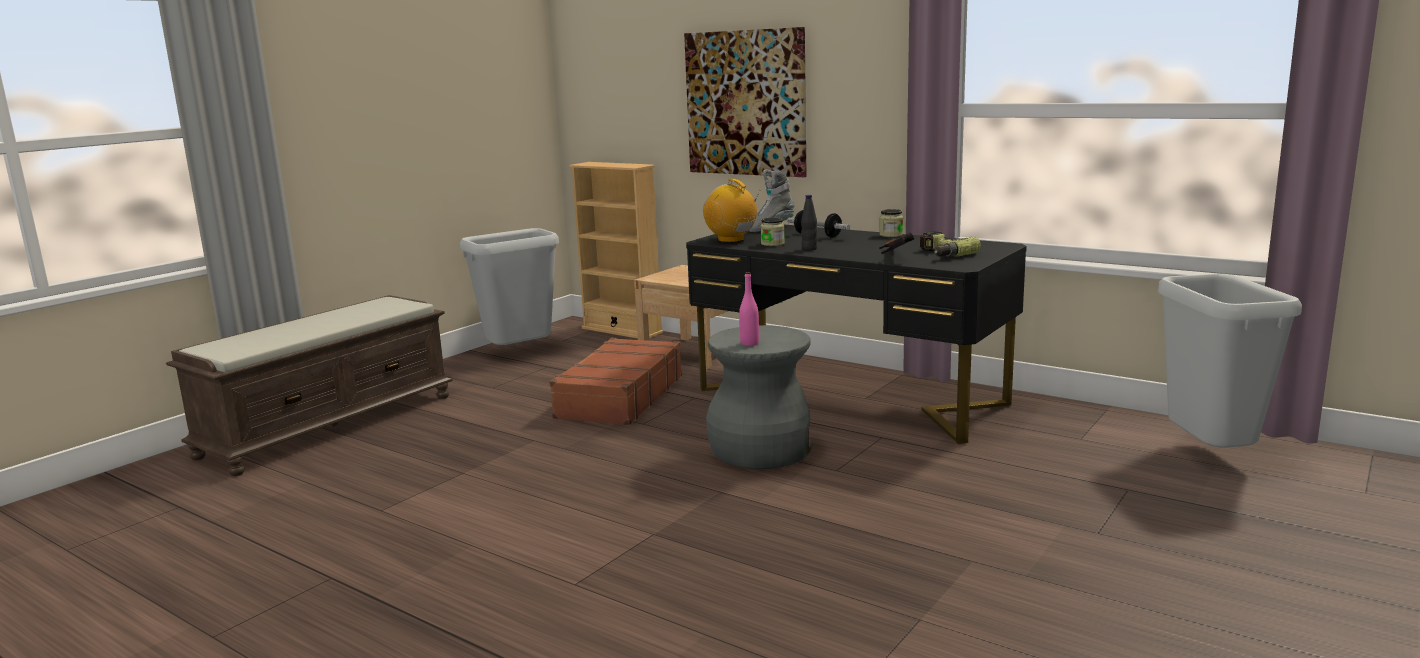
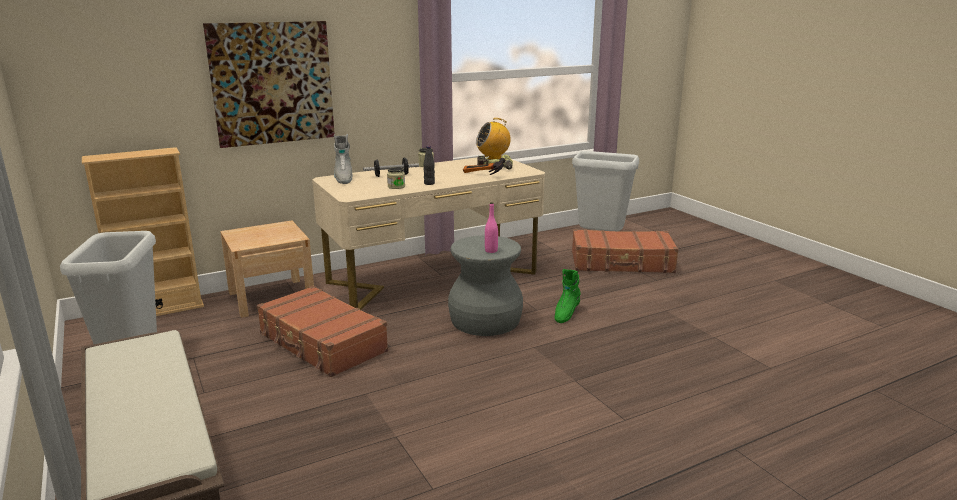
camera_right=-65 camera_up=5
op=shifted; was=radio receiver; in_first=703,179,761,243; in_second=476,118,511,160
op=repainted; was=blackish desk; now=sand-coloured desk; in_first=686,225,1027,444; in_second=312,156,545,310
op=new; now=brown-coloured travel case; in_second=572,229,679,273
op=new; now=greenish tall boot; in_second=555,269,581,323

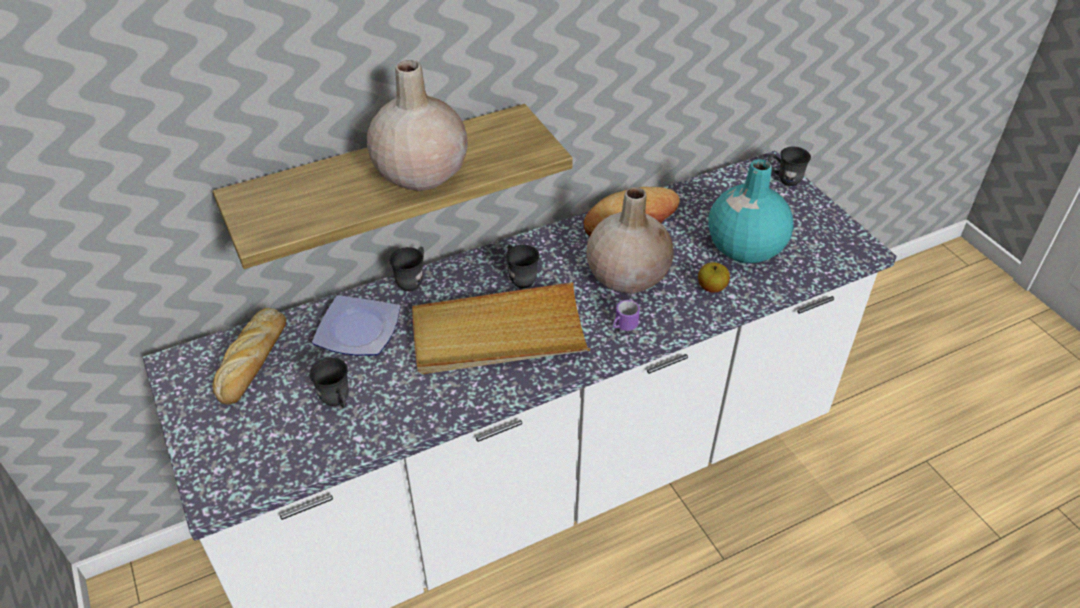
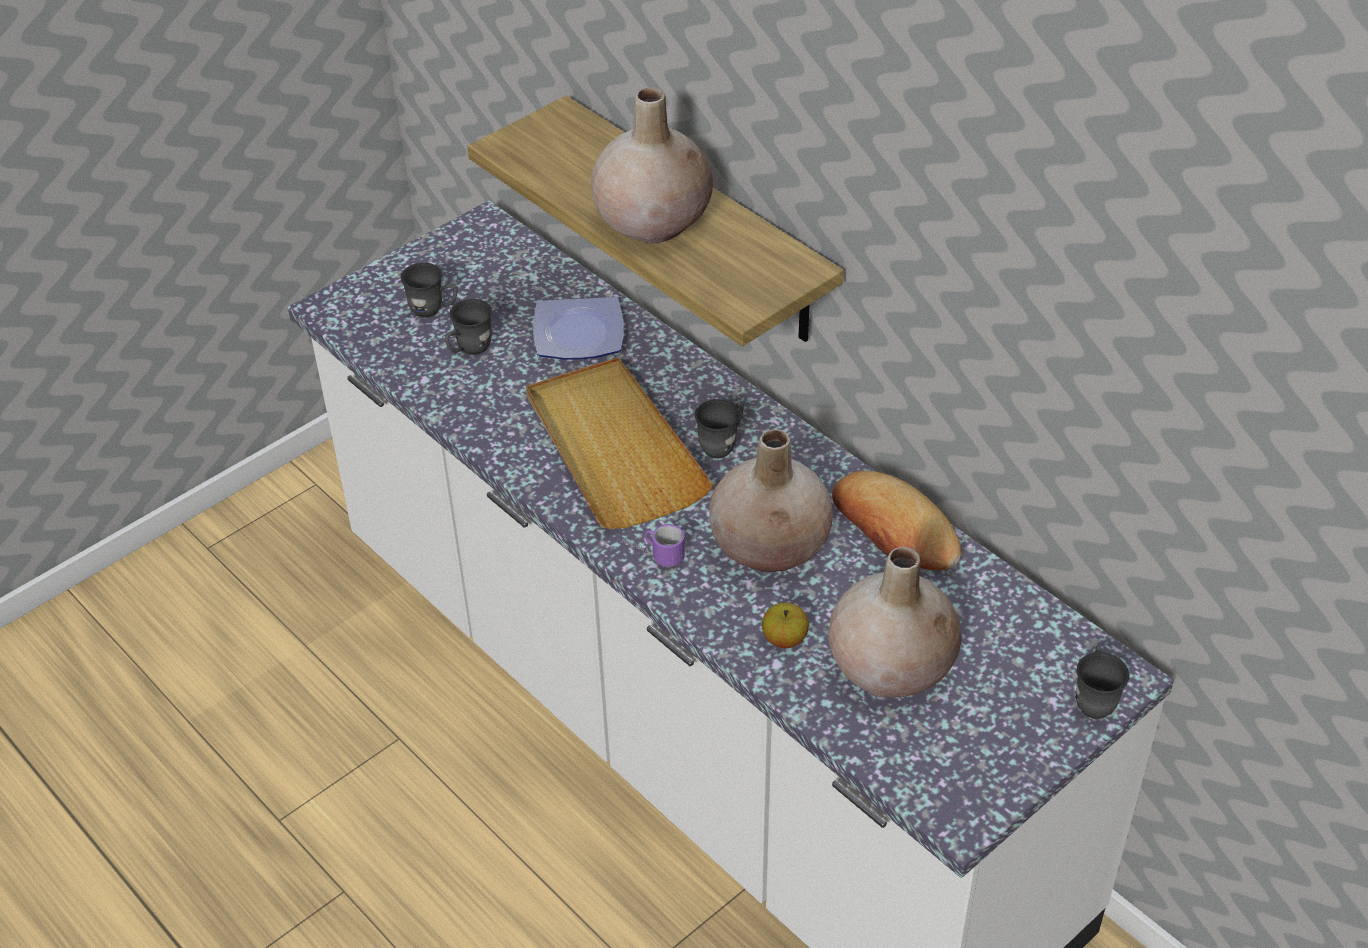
camera_right=75 camera_up=0
op=repainted; was=blue-green decorative vase; now=sand-coloured decorative vase; in_first=708,159,793,263; in_second=828,547,962,697
op=shifted; was=grey mug; in_first=389,247,424,291; in_second=400,263,457,318
op=gone; was=bread; in_first=213,308,286,405

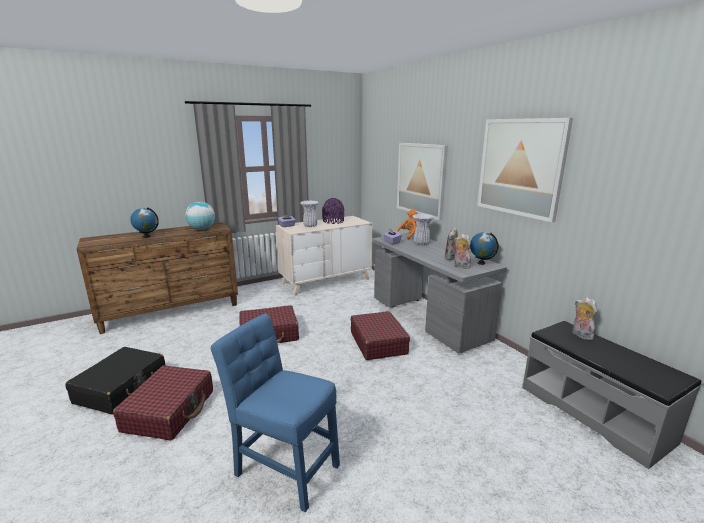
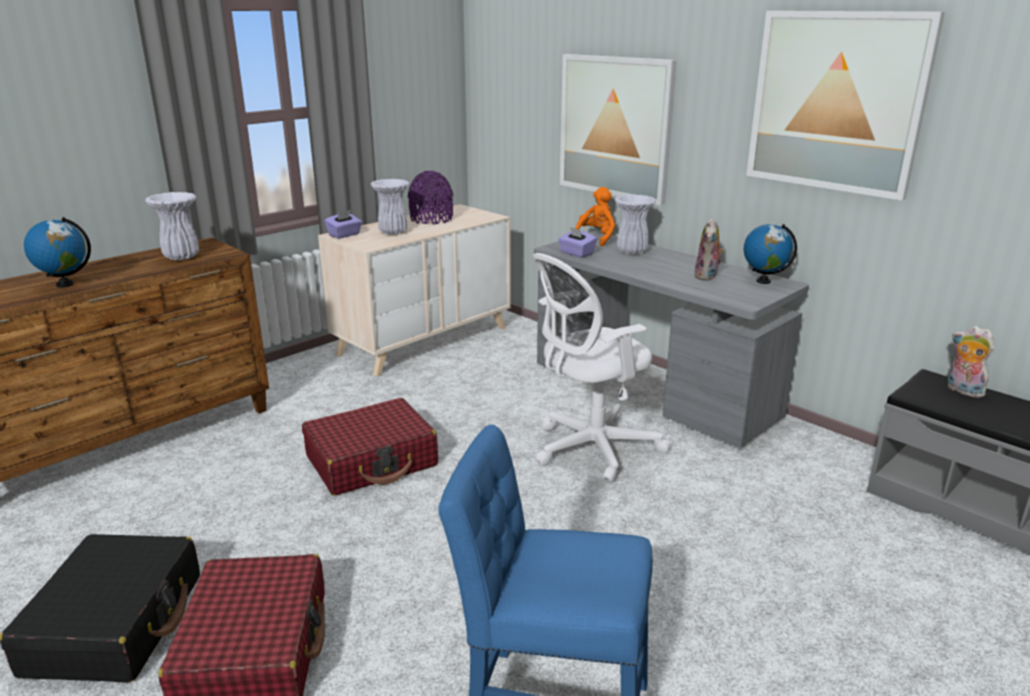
camera_right=-15 camera_up=5
op=swapped; was=world globe; now=white decorative vase; in_first=185,202,215,230; in_second=145,192,199,260
op=gone; was=soft toy; in_first=454,234,471,269
op=swapped; was=reddish travel case; now=white computer chair; in_first=351,311,410,360; in_second=532,253,671,483

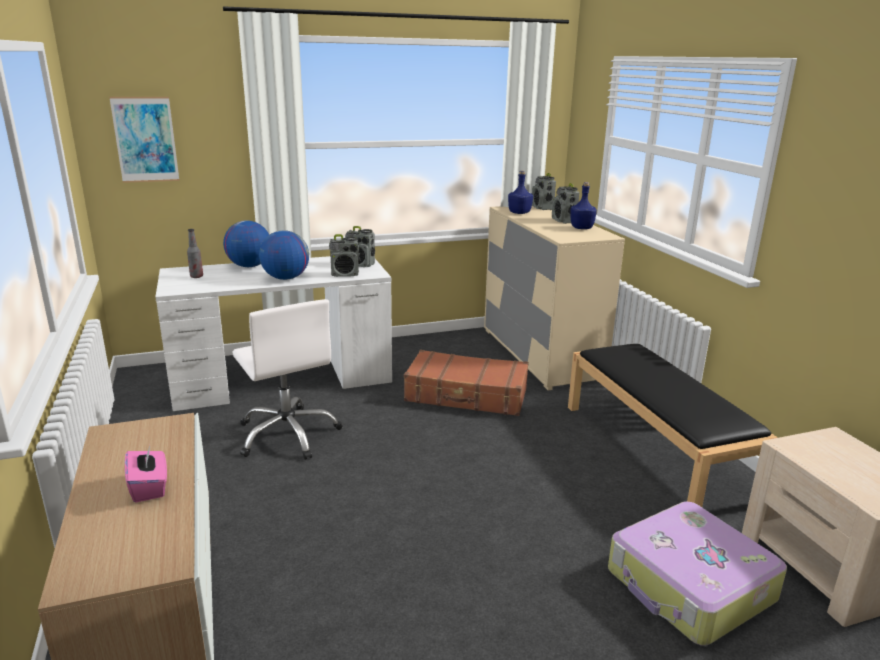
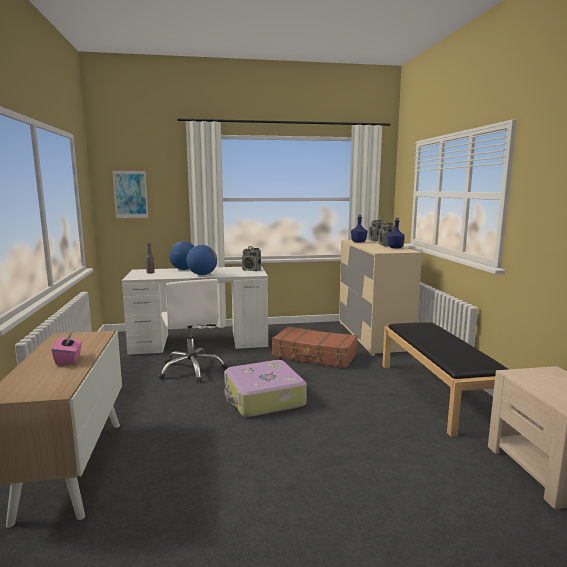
camera_right=10 camera_up=-10
op=gone; was=radio receiver; in_first=329,234,360,277
op=shifted; was=travel case; in_first=608,502,787,646; in_second=224,360,307,417

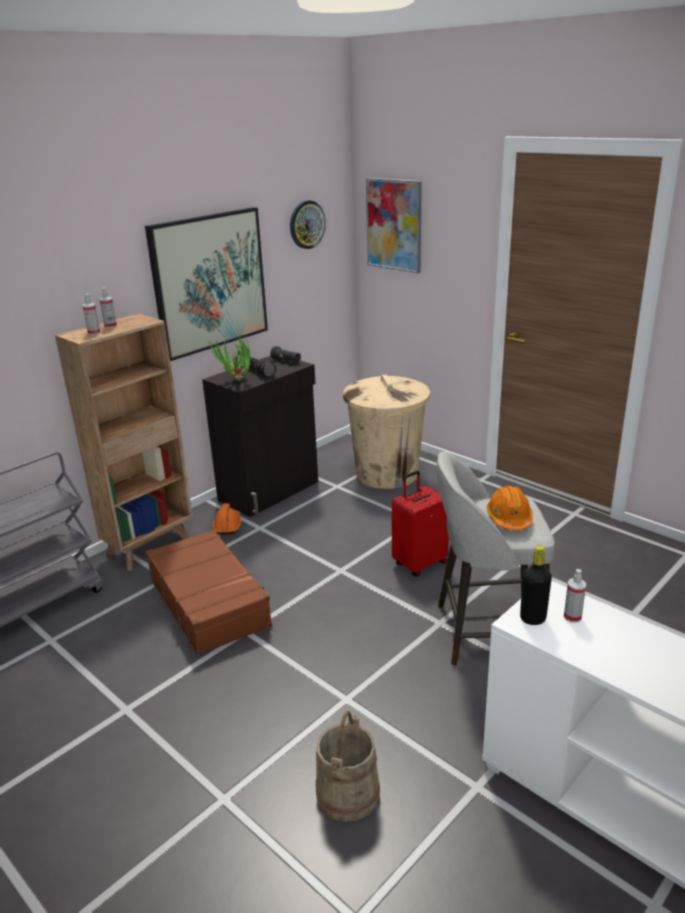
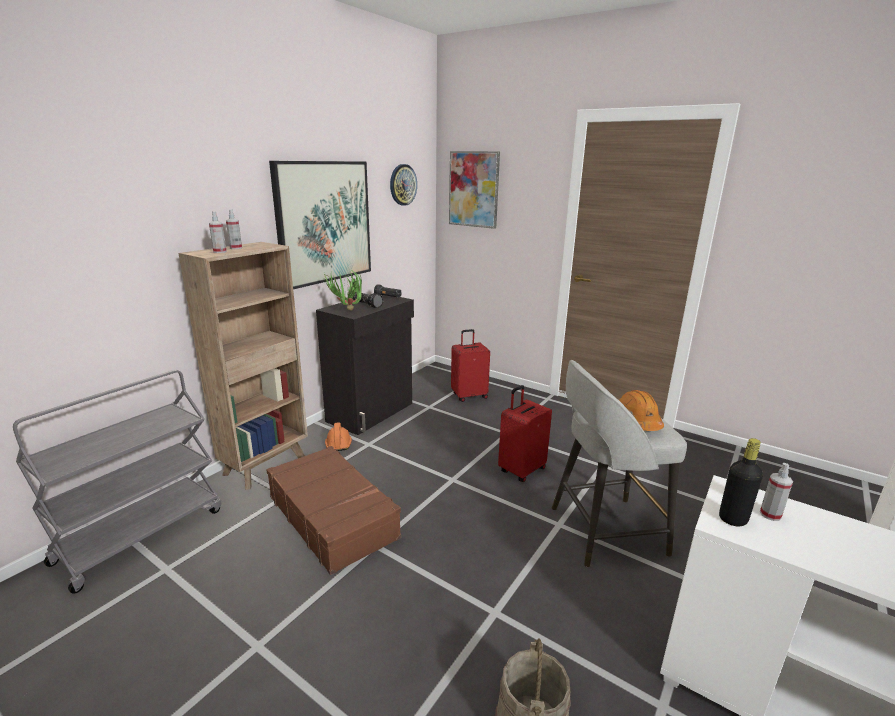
camera_right=-10 camera_up=-5
op=swapped; was=sand-coloured trash can; now=reddish travel case; in_first=343,375,430,489; in_second=451,329,490,402

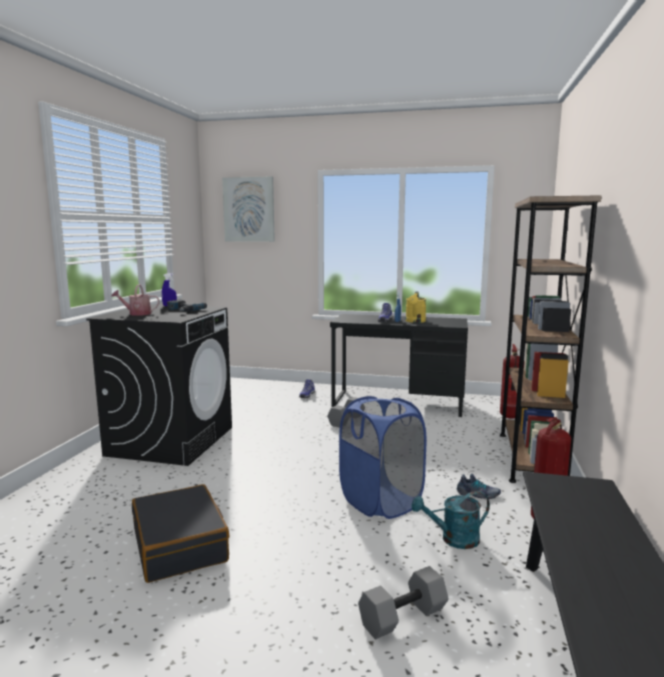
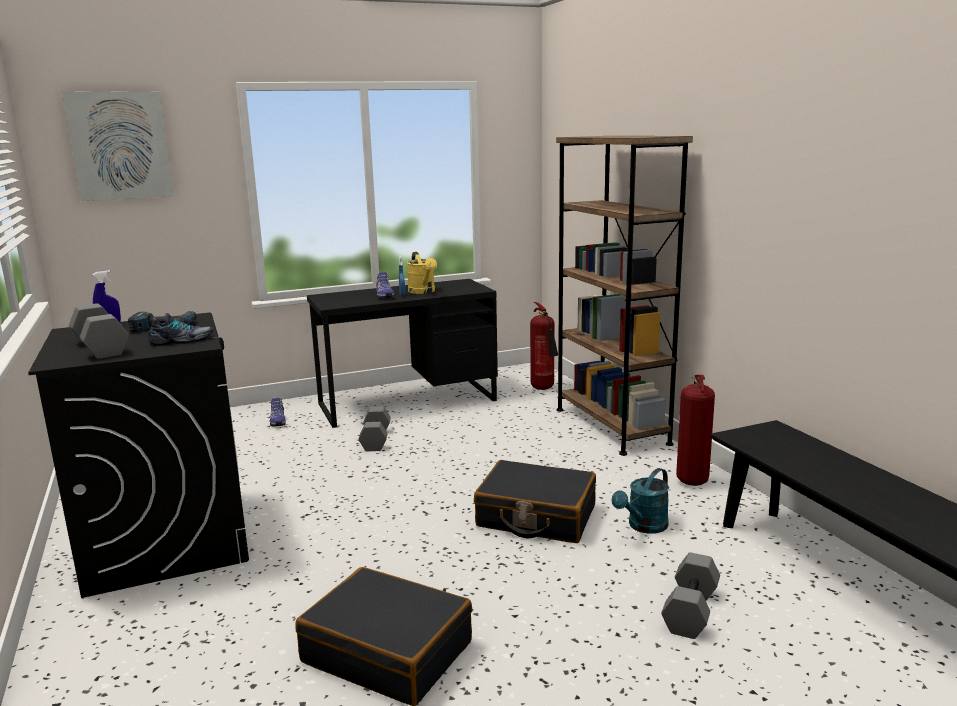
camera_right=-35 camera_up=5
op=swapped; was=sprinkling can; now=grey dumbbell; in_first=111,284,160,316; in_second=69,303,129,359
op=swapped; was=blue washing basket; now=blackish travel case; in_first=339,396,426,519; in_second=474,460,596,543
op=shifted; was=shoe; in_first=457,474,501,499; in_second=148,313,213,346

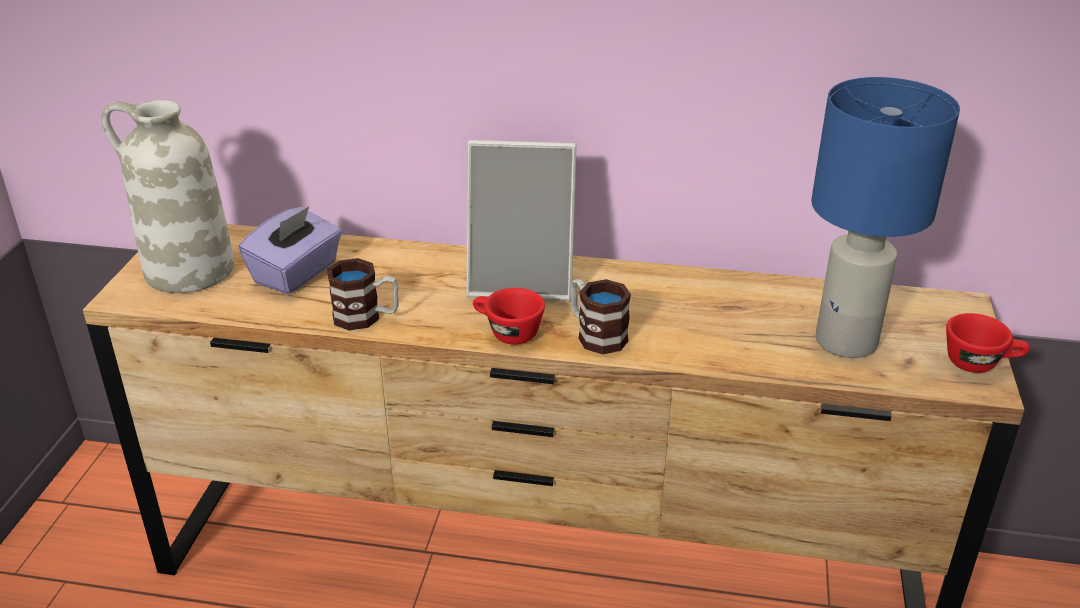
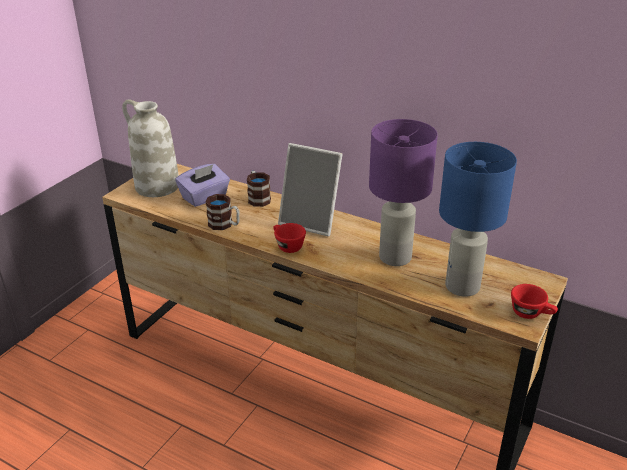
camera_right=20 camera_up=0
op=shifted; was=mug; in_first=571,279,631,354; in_second=247,171,271,207
op=new; now=purple-coloured lamp for a table; in_second=369,119,438,266

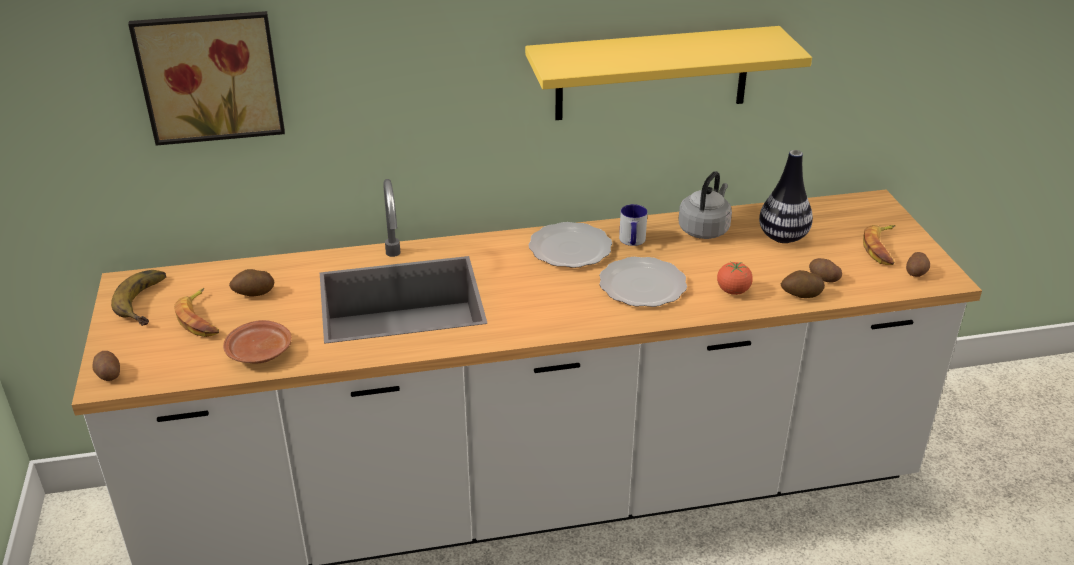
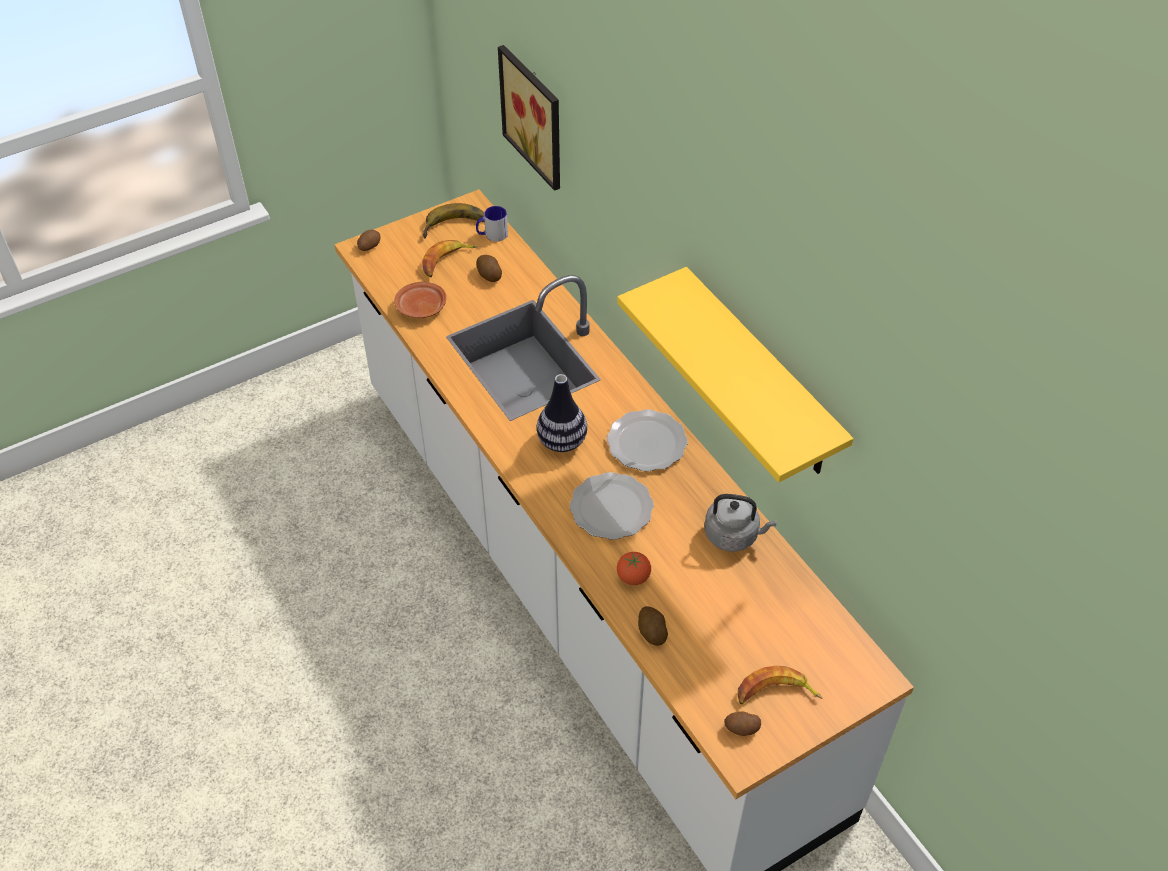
camera_right=70 camera_up=15
op=shifted; was=decorative vase; in_first=759,150,813,243; in_second=537,374,587,452
op=shifted; was=mug; in_first=619,204,647,246; in_second=476,206,508,242
op=gone; was=spud; in_first=809,258,842,282

